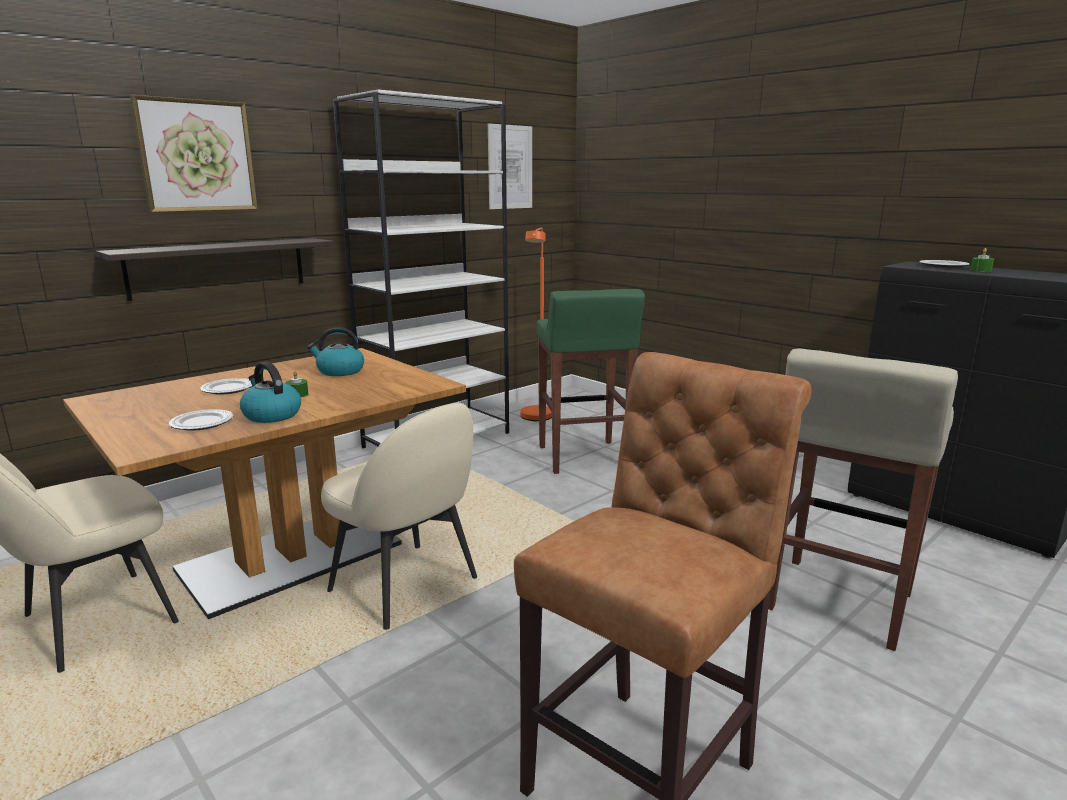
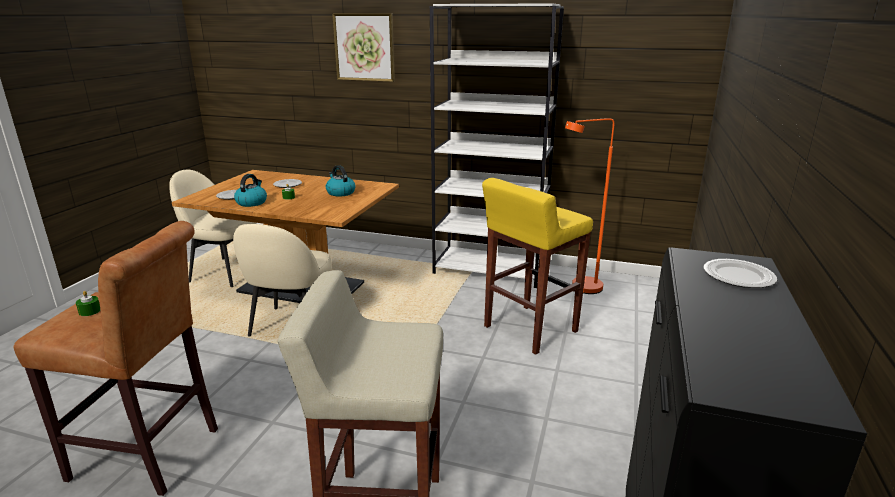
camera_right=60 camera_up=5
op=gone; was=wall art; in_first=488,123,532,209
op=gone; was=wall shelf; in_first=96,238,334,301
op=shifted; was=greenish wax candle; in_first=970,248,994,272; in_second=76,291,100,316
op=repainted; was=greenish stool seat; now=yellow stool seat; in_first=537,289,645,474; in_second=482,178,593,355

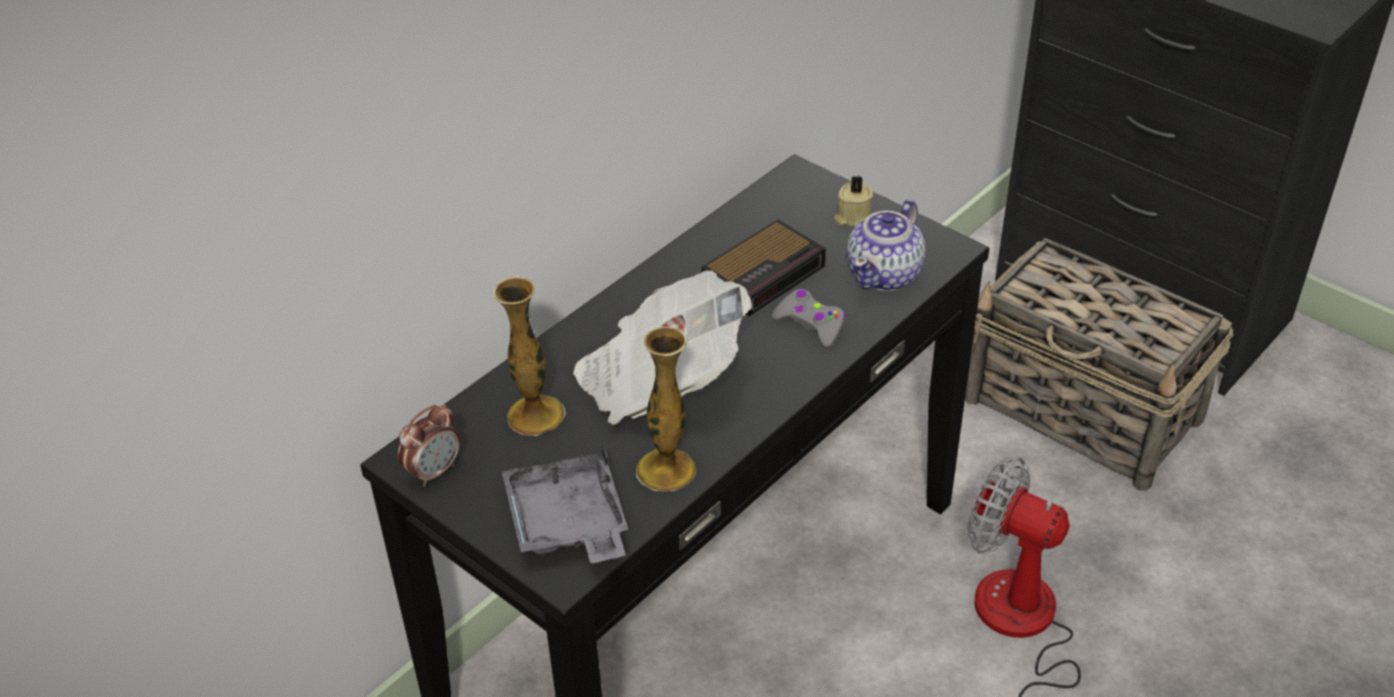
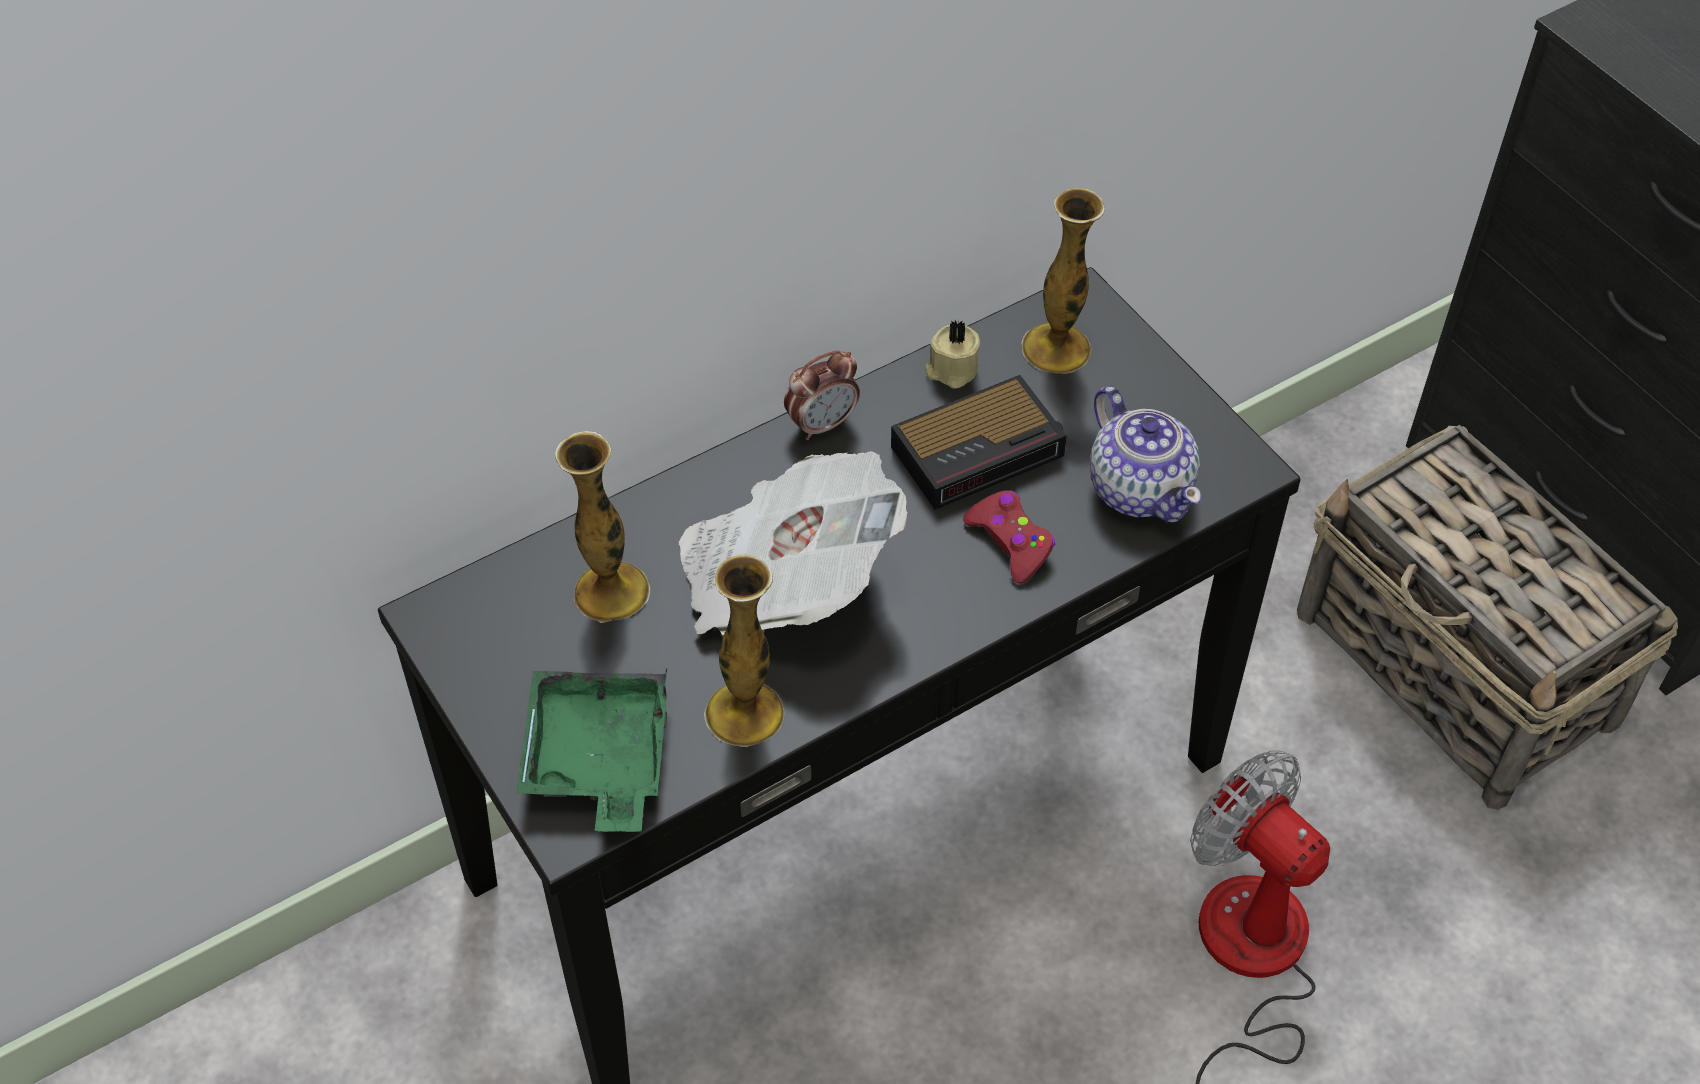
camera_right=15 camera_up=10
op=shifted; was=sand-coloured wax candle; in_first=834,176,873,227; in_second=925,320,980,389
op=rotated; was=pot for tea; in_first=847,200,925,291; in_second=1090,386,1201,522; clockwise=-75
op=repainted; was=grey joypad; now=reddish joypad; in_first=772,289,846,348; in_second=963,490,1055,584
op=shifted; was=bedside clock; in_first=398,404,460,487; in_second=784,350,860,440
op=repainted; was=grey carrying tray; now=greenish carrying tray; in_first=502,445,629,563; in_second=516,669,667,832
op=new; now=decorative vase; in_second=1022,188,1105,374

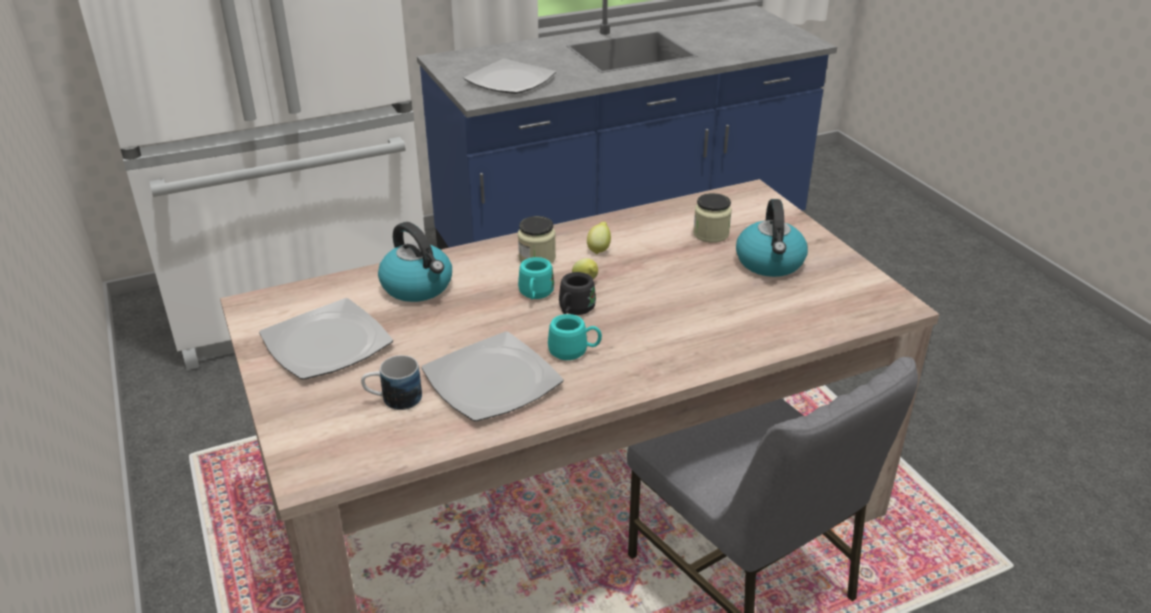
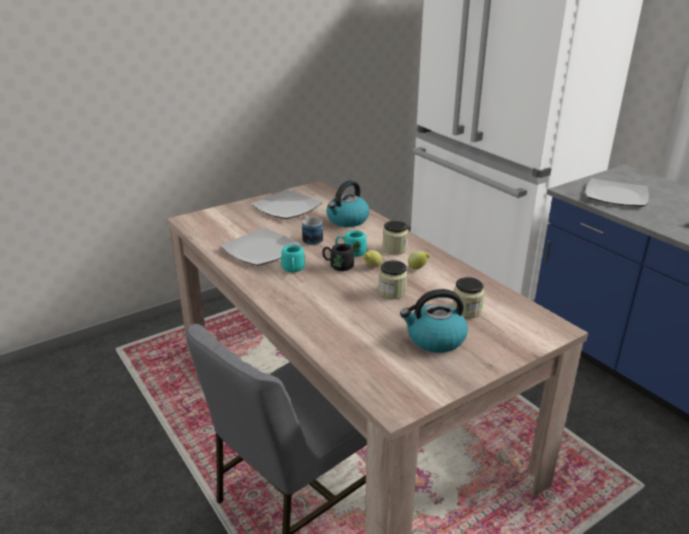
camera_right=80 camera_up=-5
op=shifted; was=mug; in_first=361,355,422,410; in_second=302,216,323,245
op=new; now=storage jar; in_second=378,260,408,299

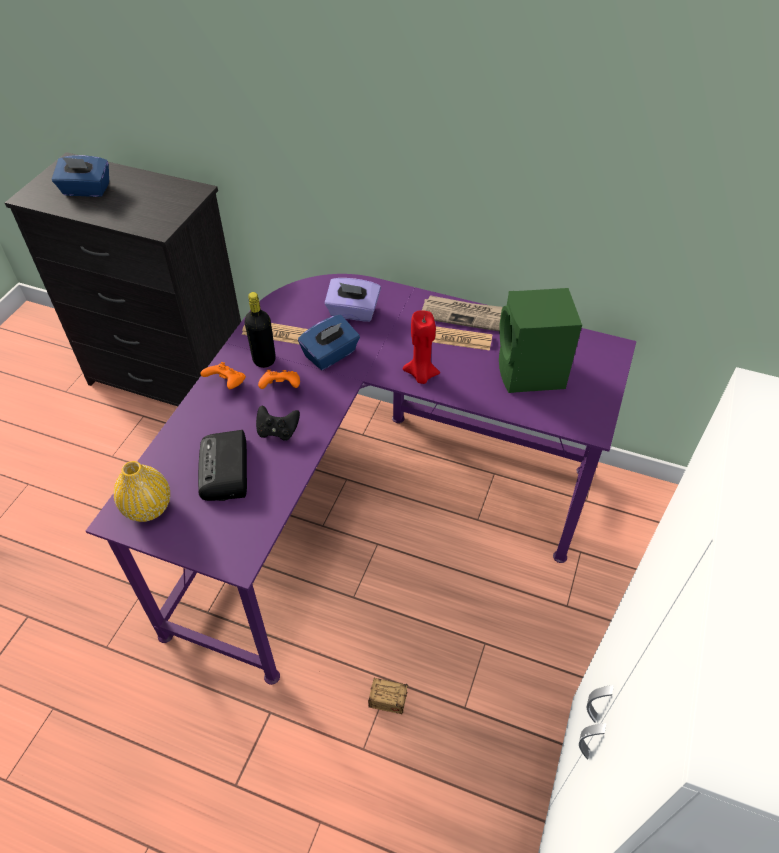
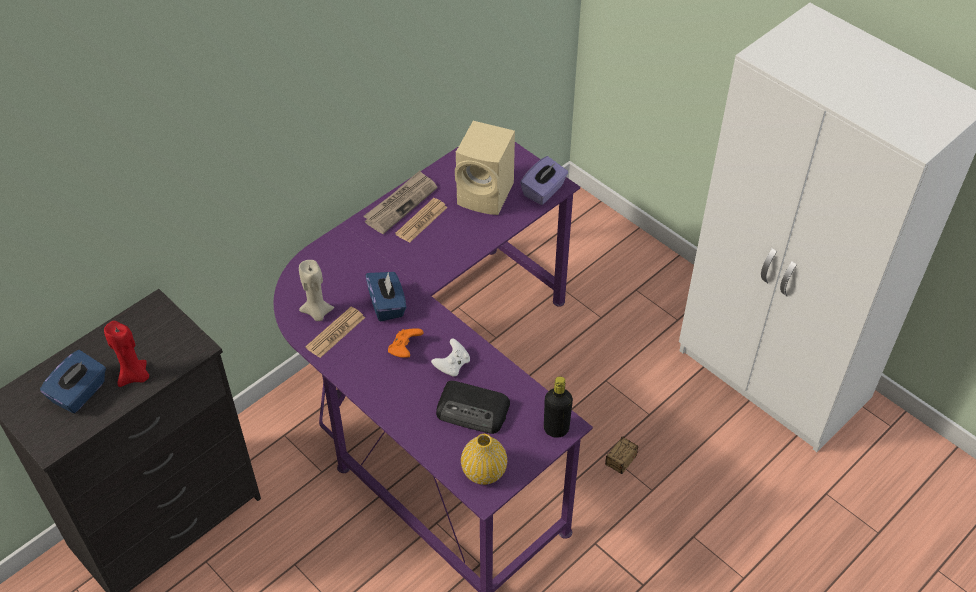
camera_right=-65 camera_up=0
op=shifted; was=purple-coloured tissue holder; in_first=325,278,381,322; in_second=520,156,568,205
op=repainted; was=greenish speaker; now=sand-coloured speaker; in_first=499,288,582,393; in_second=455,121,515,215
op=shifted; was=blackish beverage bottle; in_first=245,292,276,368; in_second=544,376,573,438
op=shifted; was=reddish wax candle; in_first=403,310,440,384; in_second=104,321,149,387
op=gone; was=orange joypad; in_first=201,362,246,389
op=repainted; was=blackish joypad; now=white joypad; in_first=256,406,300,441; in_second=431,338,470,377
op=new; now=sand-coloured wax candle; in_second=299,260,334,321

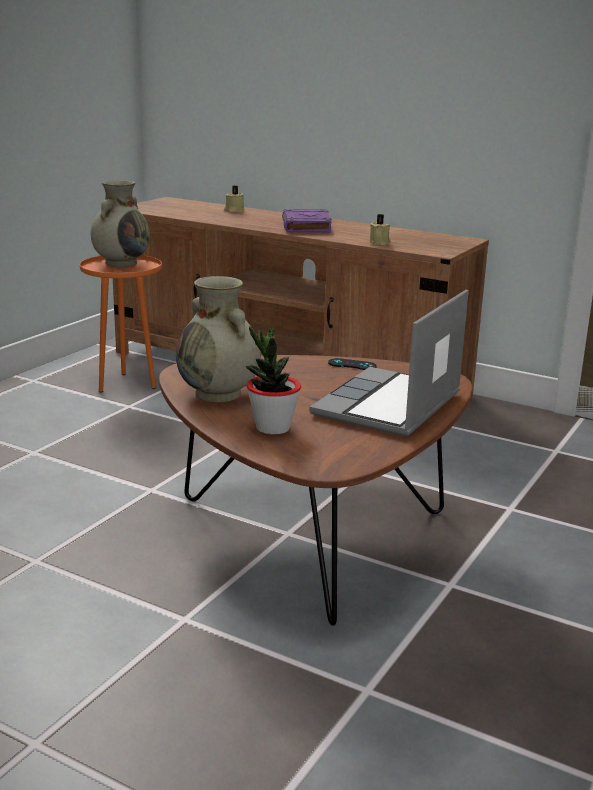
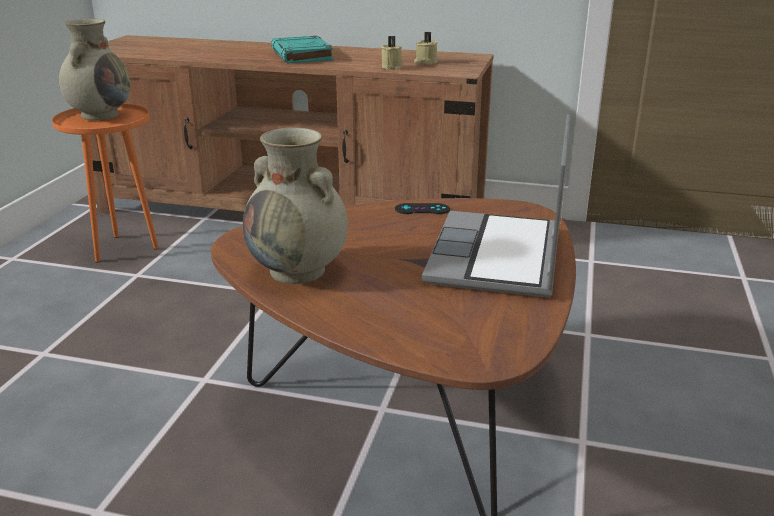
camera_right=-15 camera_up=5
op=shifted; was=sand-coloured wax candle; in_first=224,186,244,212; in_second=414,32,438,64
op=repainted; was=purple-coloured volume; now=blue-green volume; in_first=282,209,332,233; in_second=271,36,334,63
op=gone; was=plant in a pot; in_first=246,326,301,435

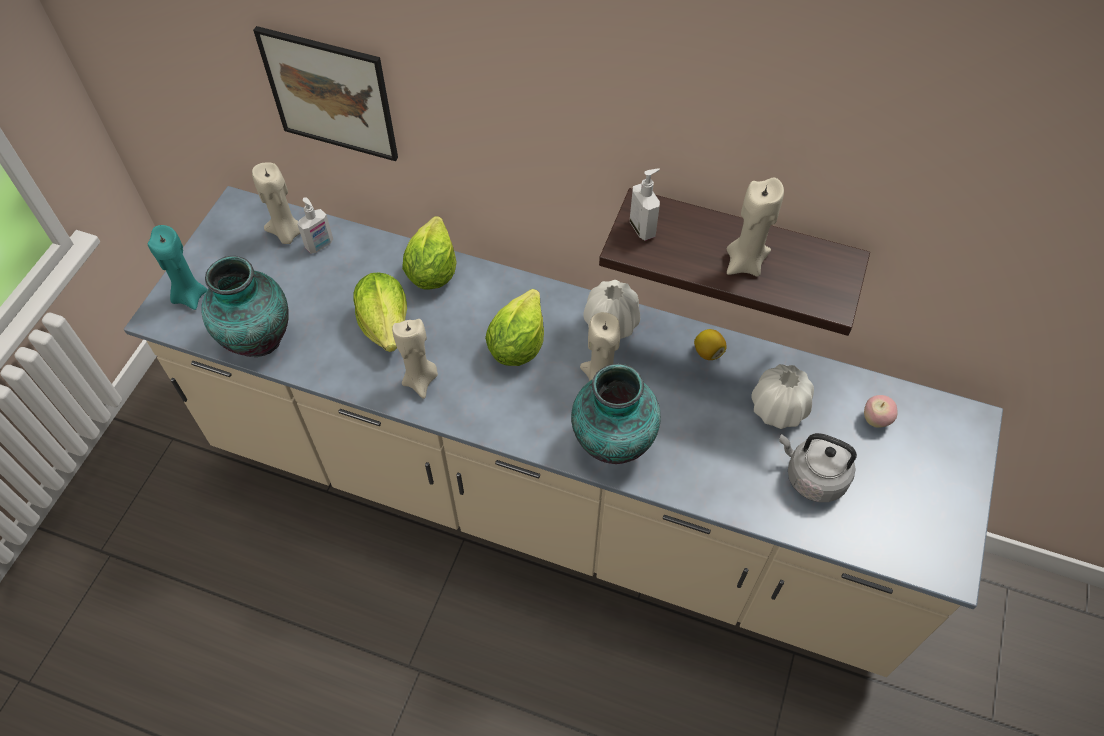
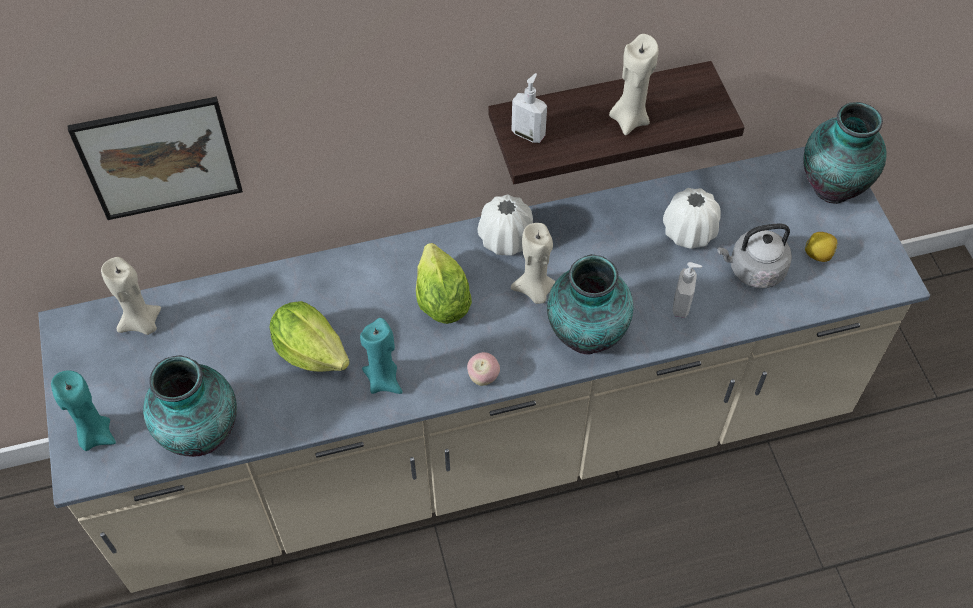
camera_right=-35 camera_up=0
op=shifted; was=soap dispenser; in_first=297,197,333,254; in_second=672,262,702,318
op=gone; was=lettuce; in_first=402,216,457,290
op=repainted; was=sand-coloured wax candle; now=blue-green wax candle; in_first=392,319,438,399; in_second=360,318,402,394
op=shifted; was=citrus fruit; in_first=694,329,726,360; in_second=805,232,837,262
op=shifted; was=apple fruit; in_first=864,395,898,428; in_second=467,352,500,386
op=new; now=decorative vase; in_second=803,102,887,204

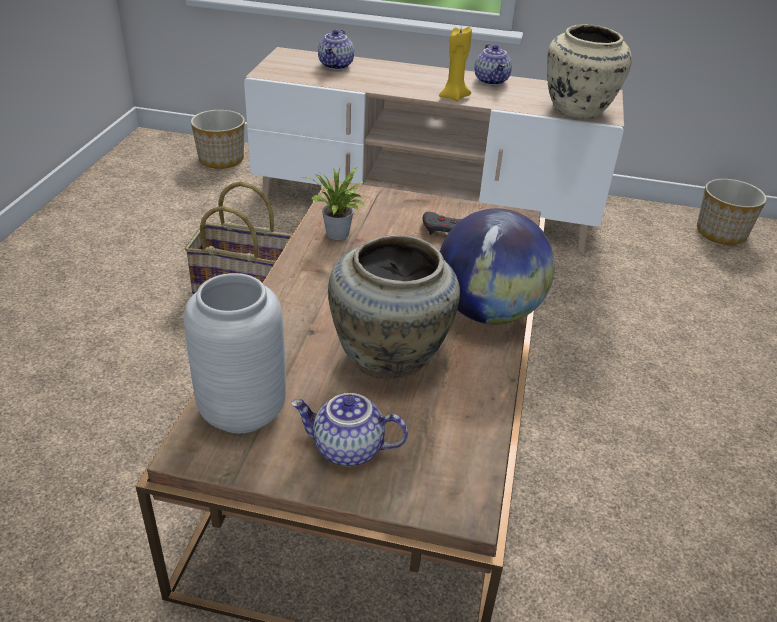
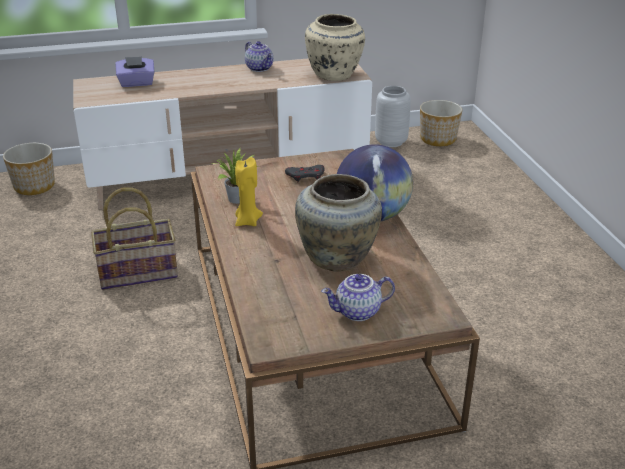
camera_right=-25 camera_up=-5
op=shifted; was=yellow wax candle; in_first=439,27,472,102; in_second=235,157,263,226
op=swapped; was=pot for tea; now=purple-coloured tissue holder; in_first=318,30,354,70; in_second=115,57,154,87
op=shifted; was=grey decorative vase; in_first=184,273,286,433; in_second=375,86,411,147

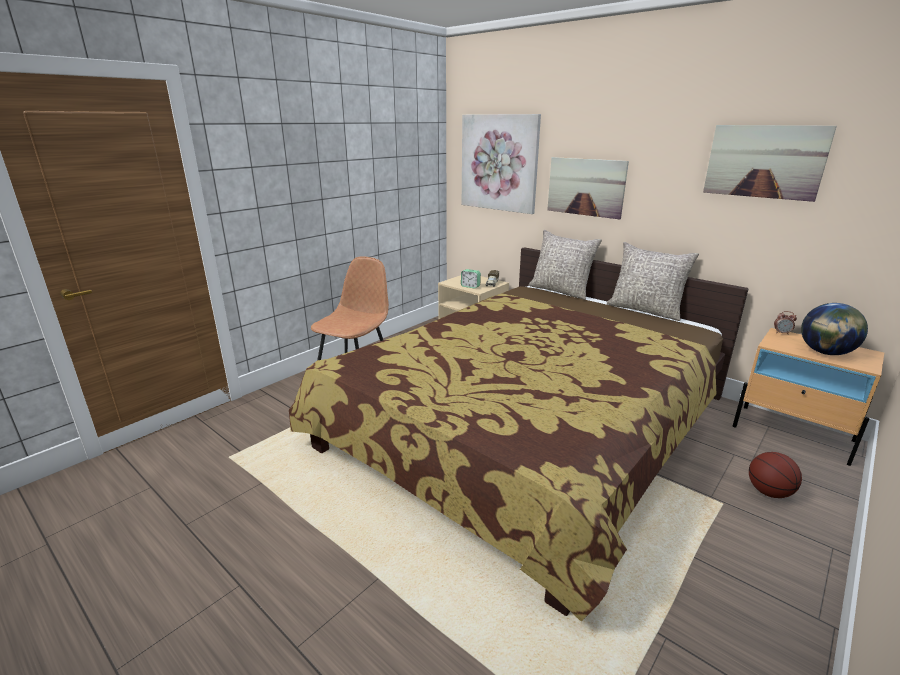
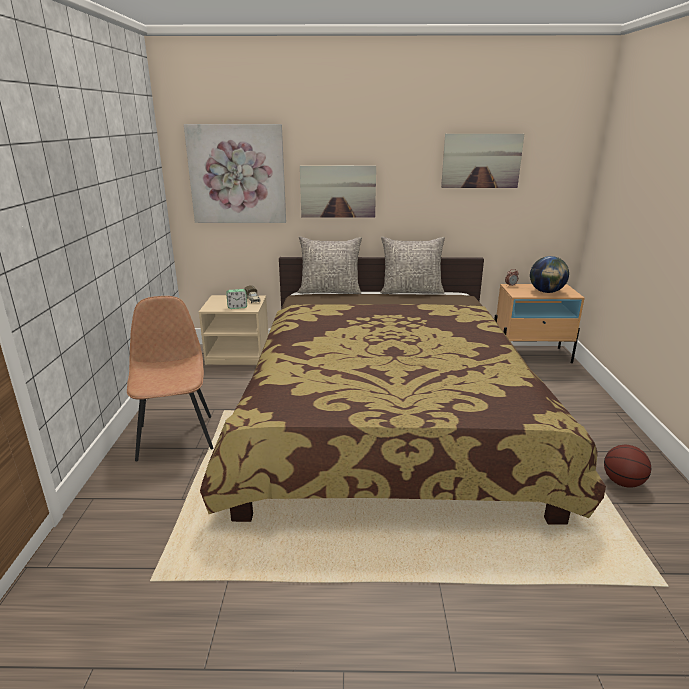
camera_right=-40 camera_up=0
op=shifted; was=ball for basketball; in_first=749,452,802,498; in_second=604,445,652,487

